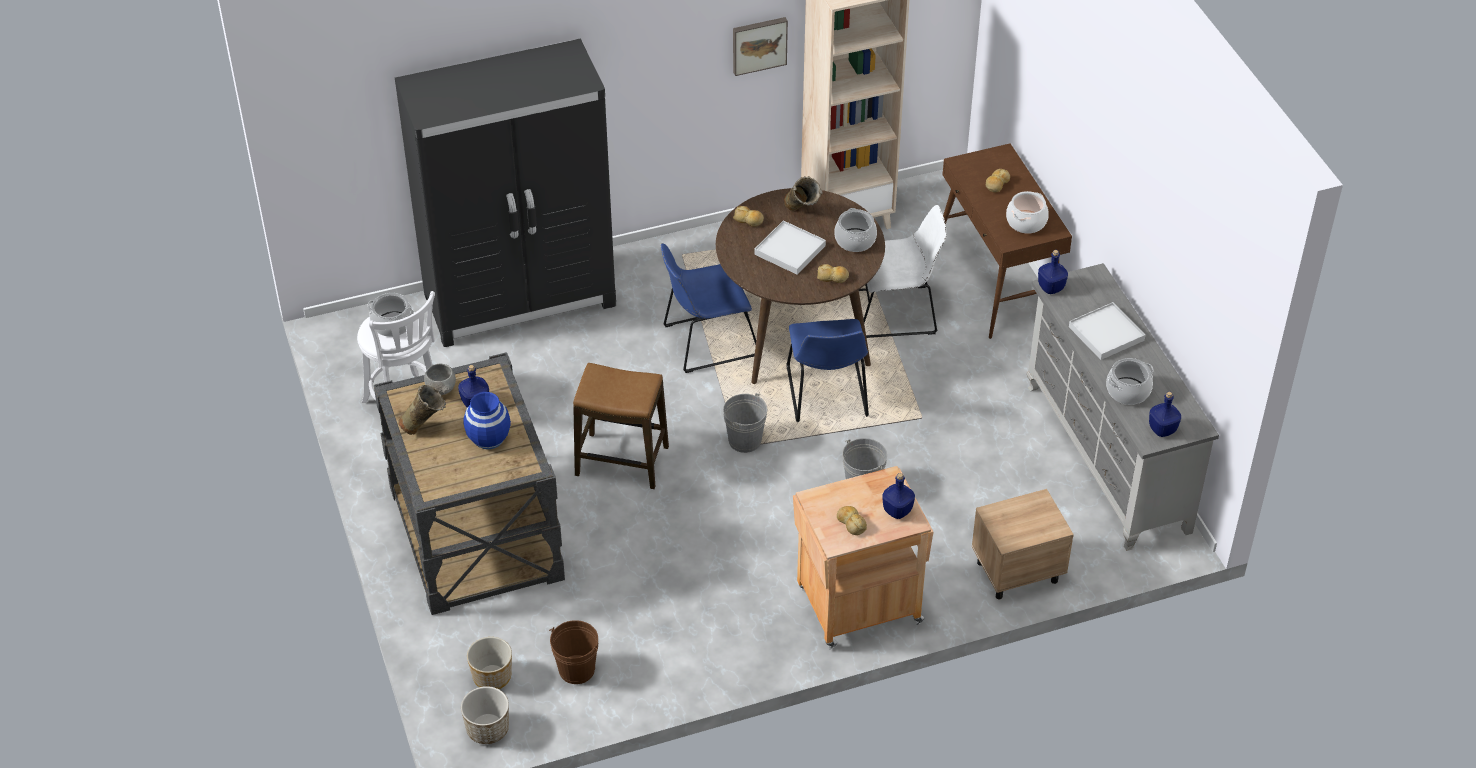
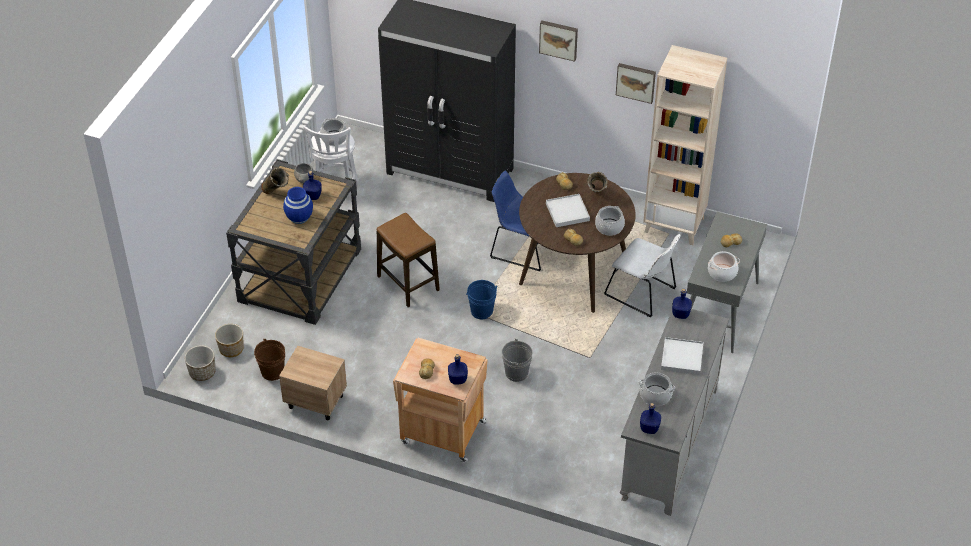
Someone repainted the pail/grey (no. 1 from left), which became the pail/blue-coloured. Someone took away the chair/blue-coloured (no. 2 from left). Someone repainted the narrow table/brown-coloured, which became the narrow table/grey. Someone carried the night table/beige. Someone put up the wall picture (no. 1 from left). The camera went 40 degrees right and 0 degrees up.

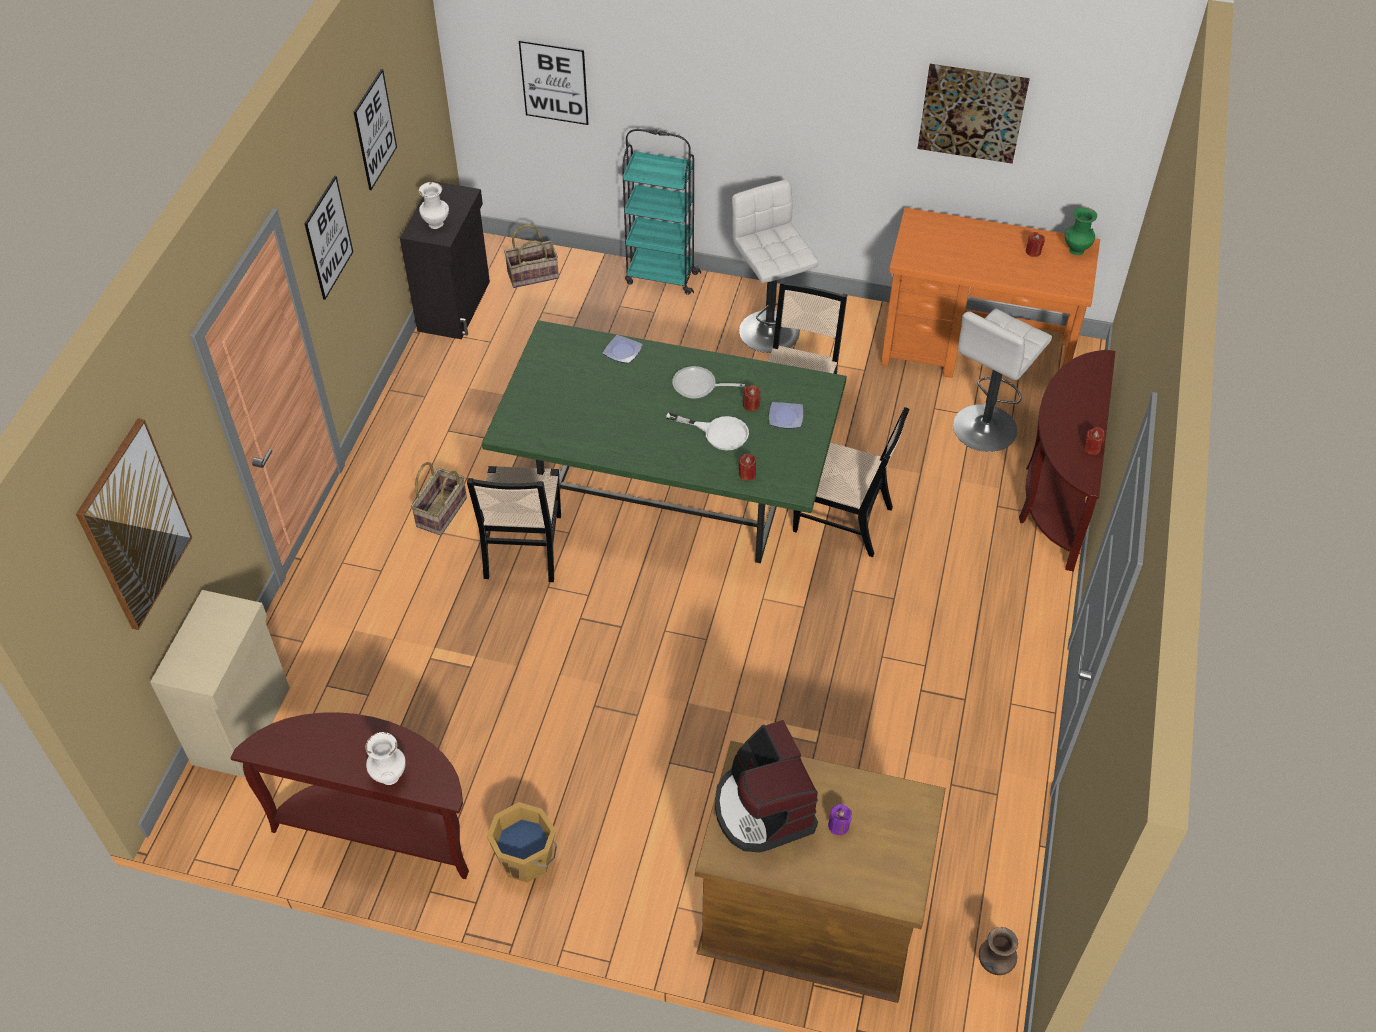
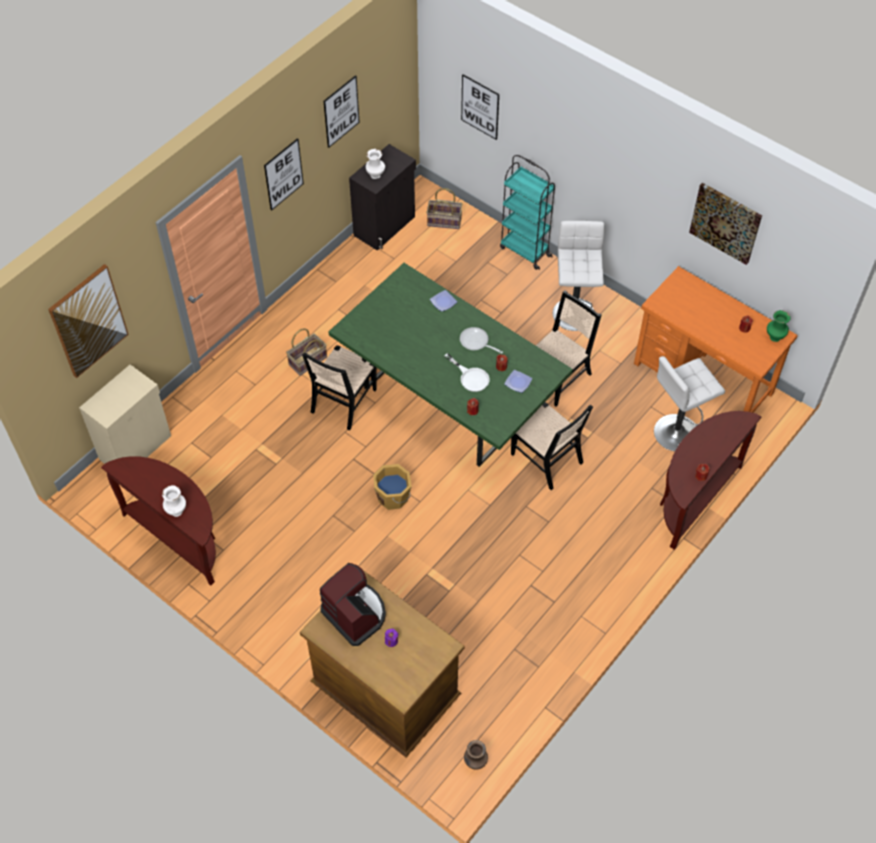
Someone carried the pail/orangey. Someone rotated the coffee brewer by 135 degrees clockwise. The camera went 25 degrees right and 5 degrees up.

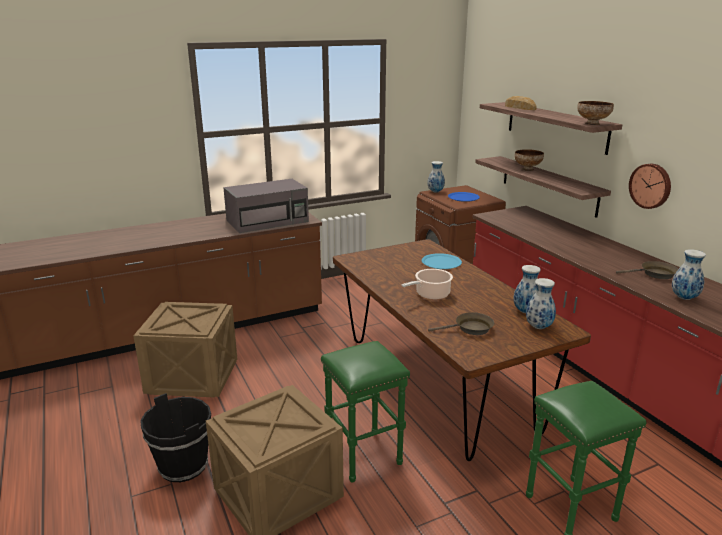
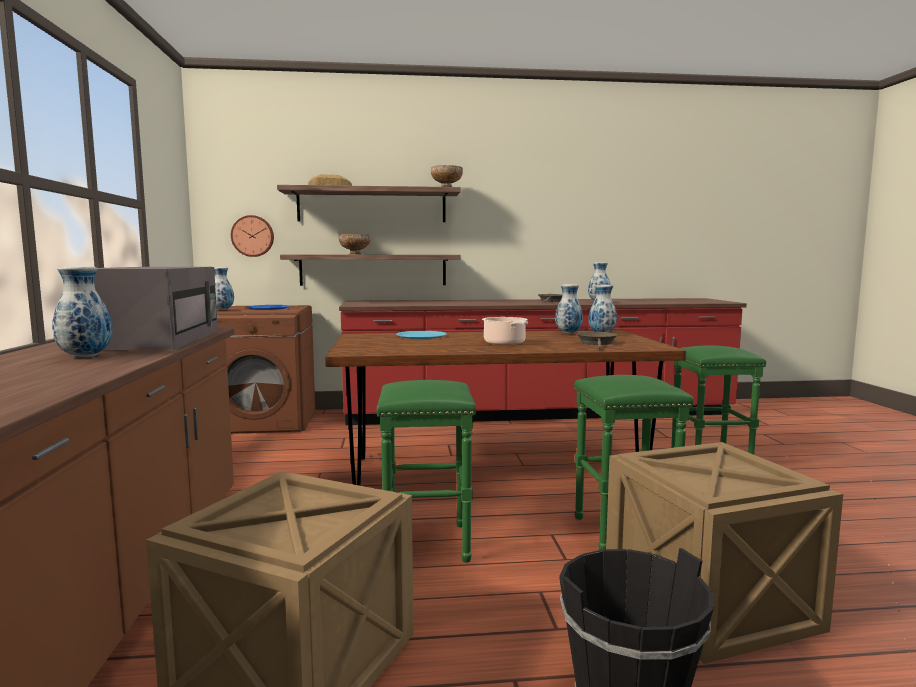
Someone carried the wall clock. Someone put down the decorative vase (no. 1 from left). Someone put down the stool seat/greenish (no. 1 from left). The camera went 70 degrees left and 15 degrees down.

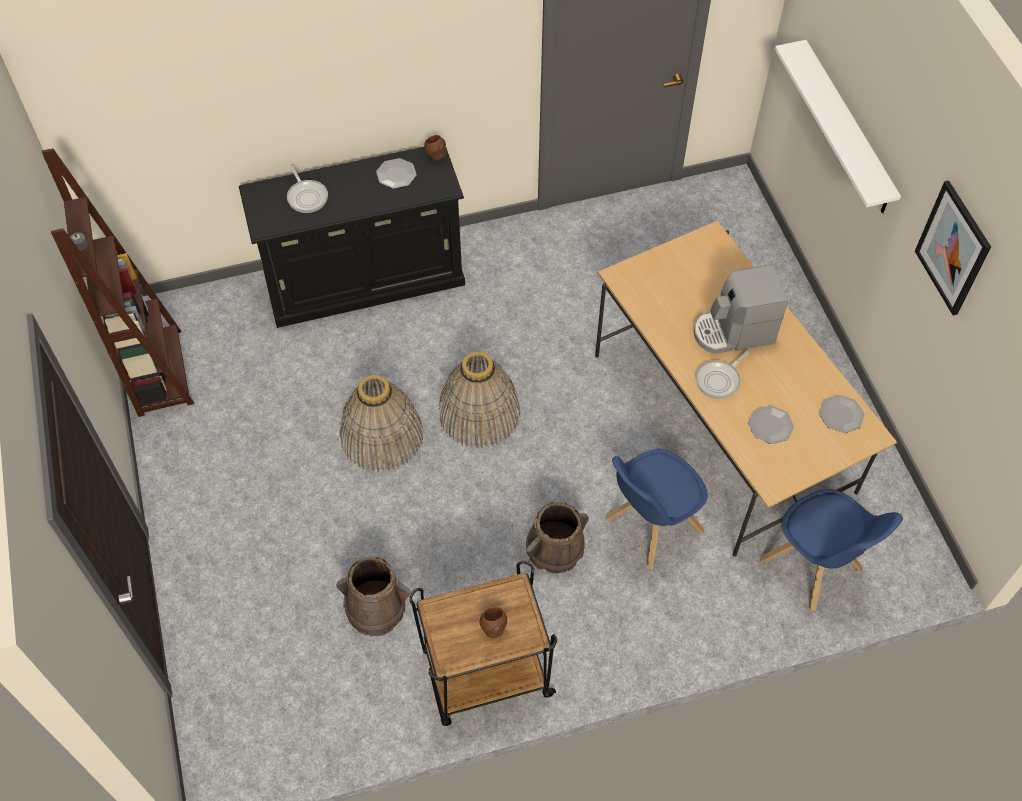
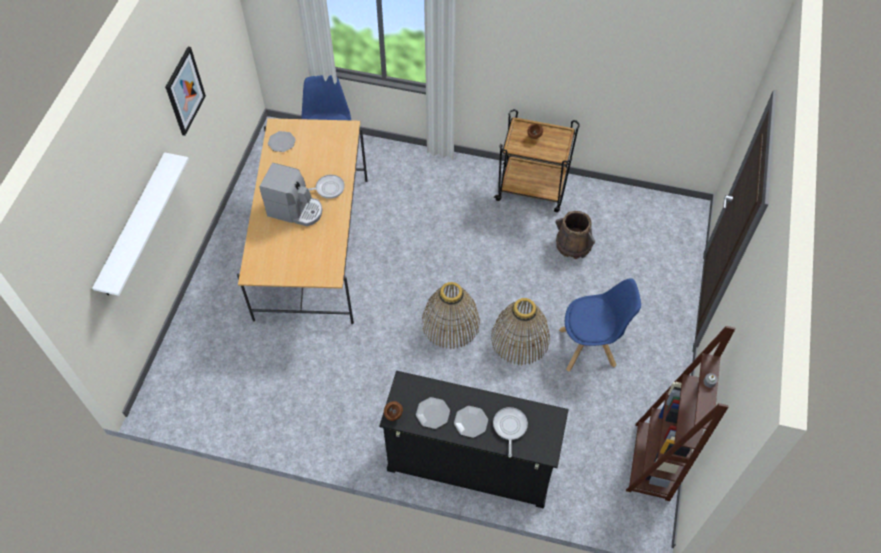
Someone took away the pail/brown-coloured (no. 2 from left). Someone carried the chair/blue-coloured (no. 1 from left in the first image). Someone carried the dinner plate (no. 2 from left in the first image). The camera went 150 degrees left and 0 degrees up.

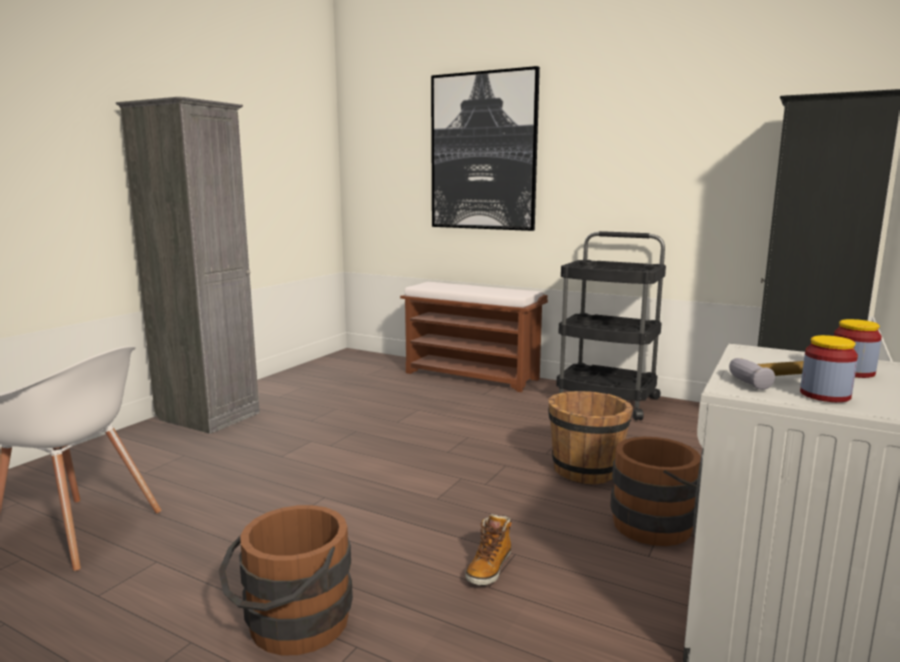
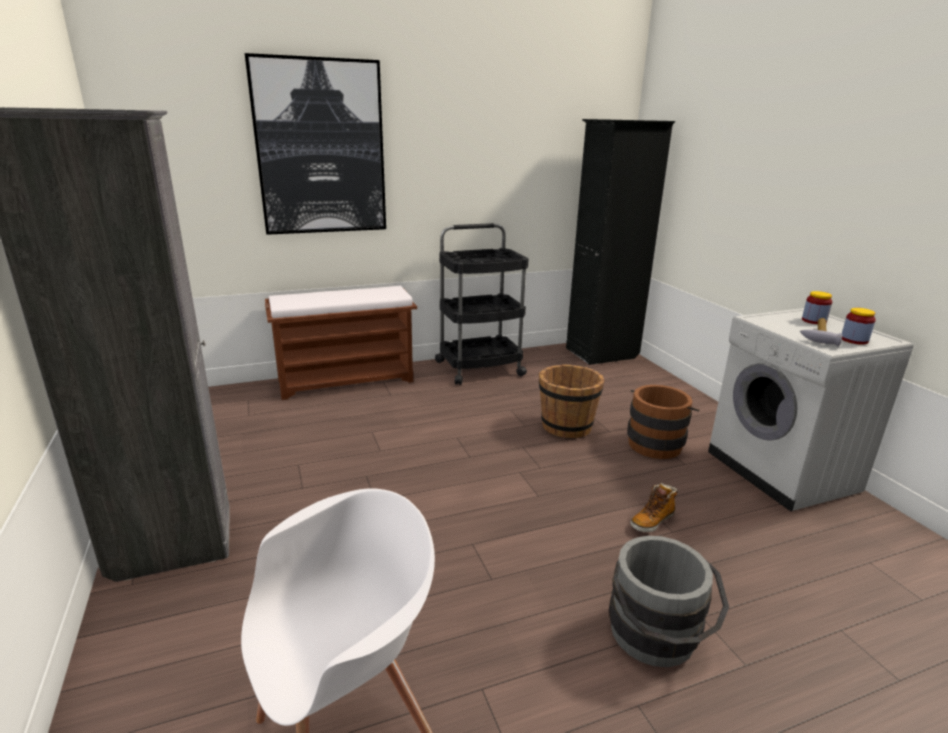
Someone repainted the pail/brown-coloured (no. 1 from left), which became the pail/grey. Someone rotated the tall boot by 75 degrees clockwise. The camera went 50 degrees left and 10 degrees up.

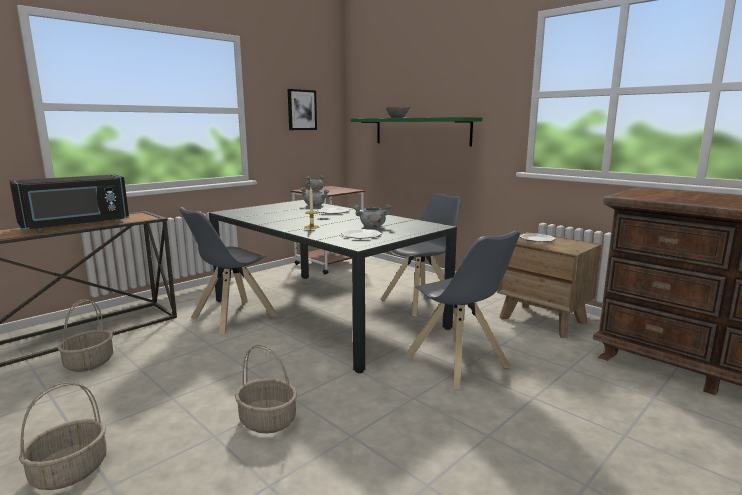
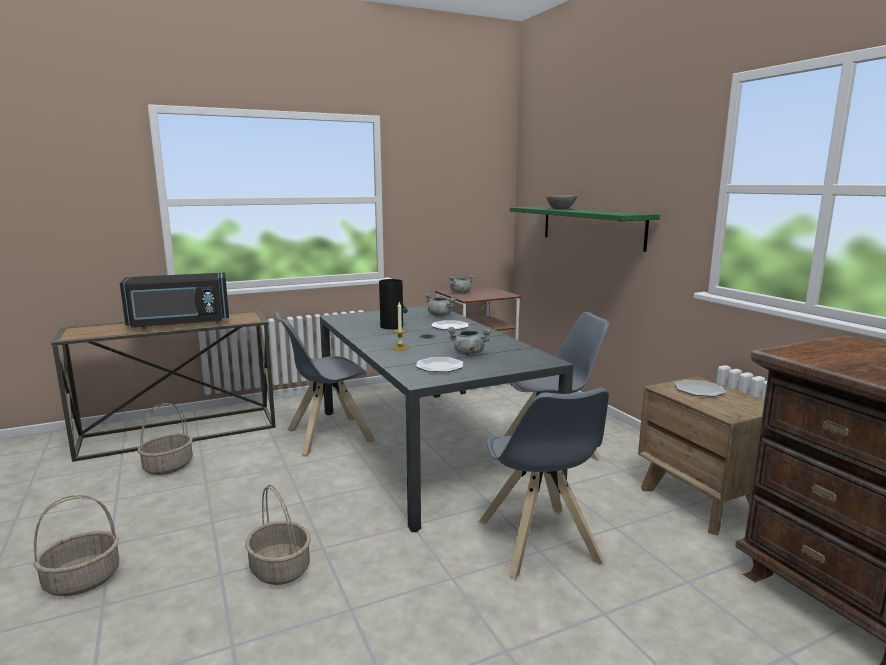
Someone took away the wall picture. Someone put down the decorative vase. The camera went 20 degrees right and 0 degrees up.

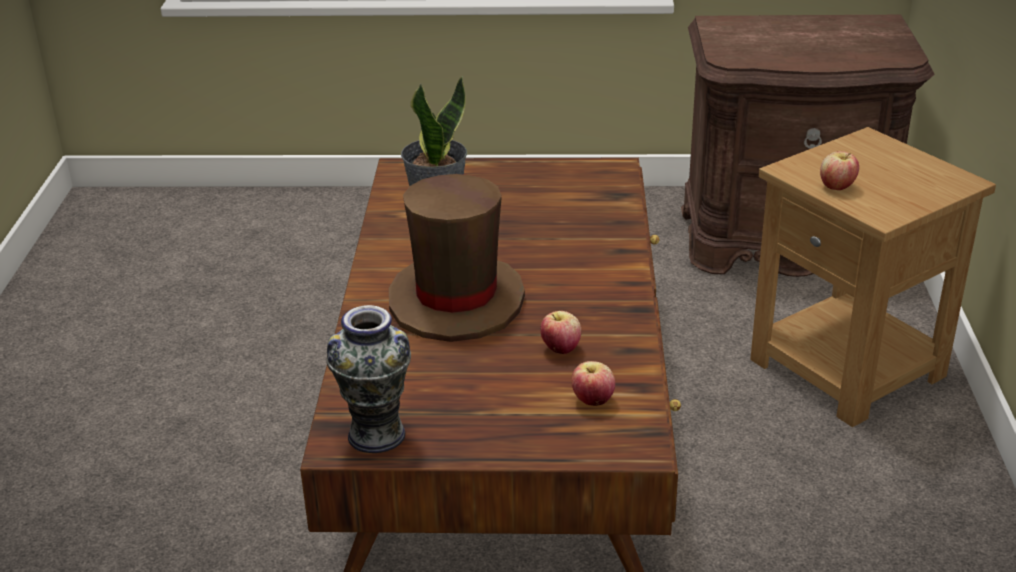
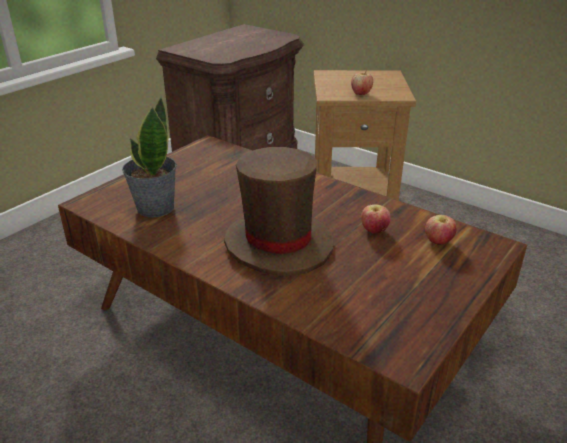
Someone took away the decorative vase. The camera went 55 degrees left and 0 degrees up.

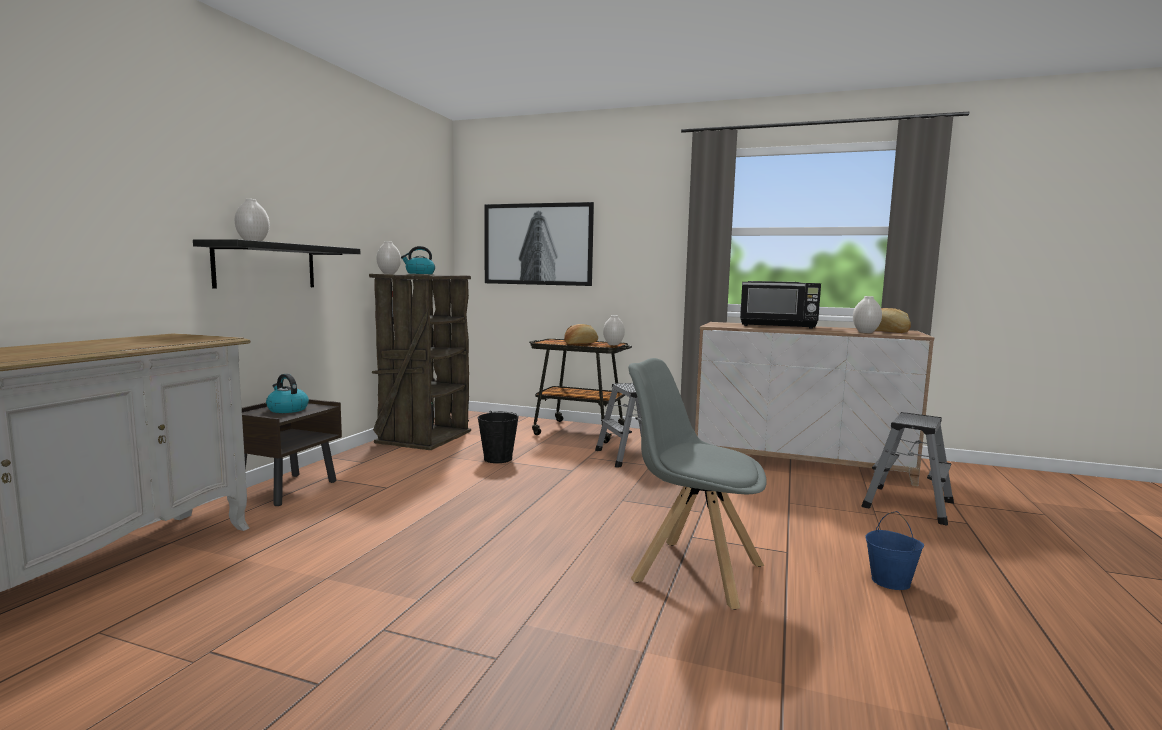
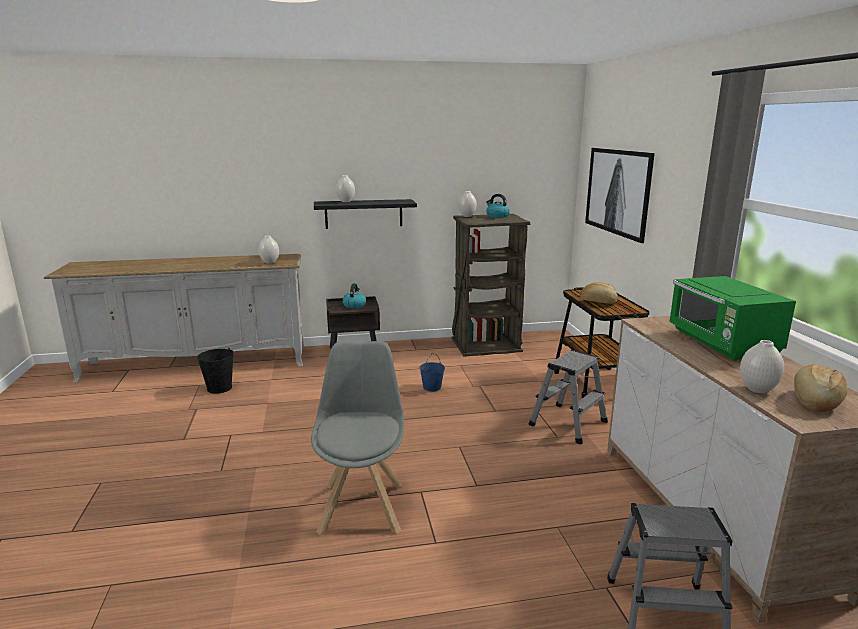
Someone carried the pail/black-coloured. Someone carried the decorative vase/white-coloured (no. 3 from left in the first image). Someone repainted the kitchen microwave/black-coloured, which became the kitchen microwave/greenish. Someone carried the pail/blue-coloured. The camera went 60 degrees right and 10 degrees up.

